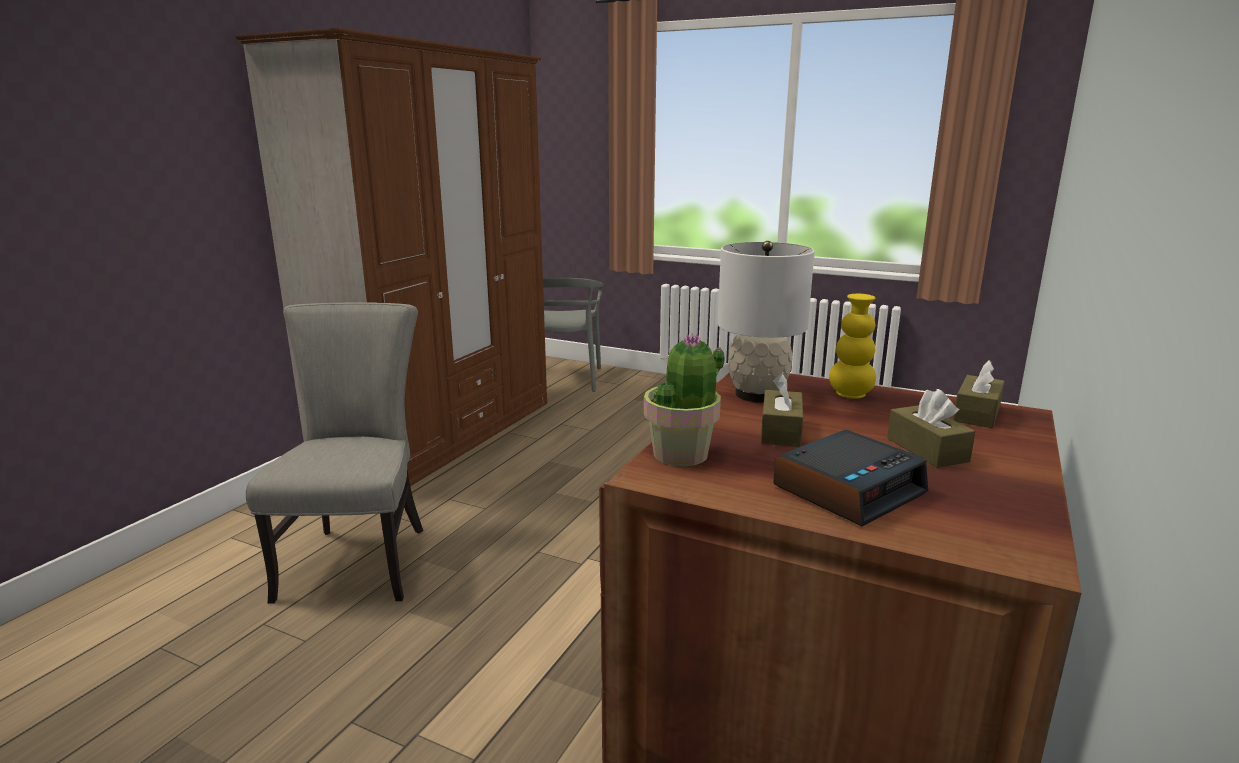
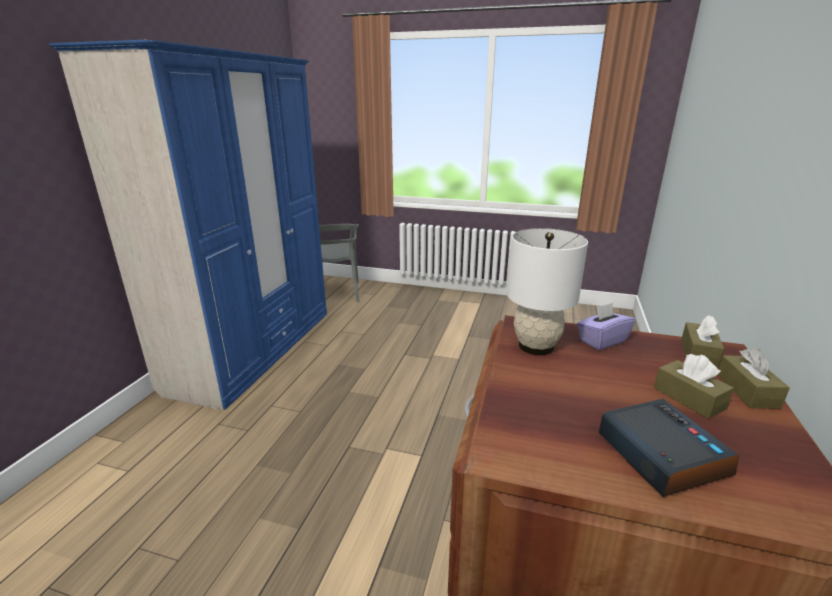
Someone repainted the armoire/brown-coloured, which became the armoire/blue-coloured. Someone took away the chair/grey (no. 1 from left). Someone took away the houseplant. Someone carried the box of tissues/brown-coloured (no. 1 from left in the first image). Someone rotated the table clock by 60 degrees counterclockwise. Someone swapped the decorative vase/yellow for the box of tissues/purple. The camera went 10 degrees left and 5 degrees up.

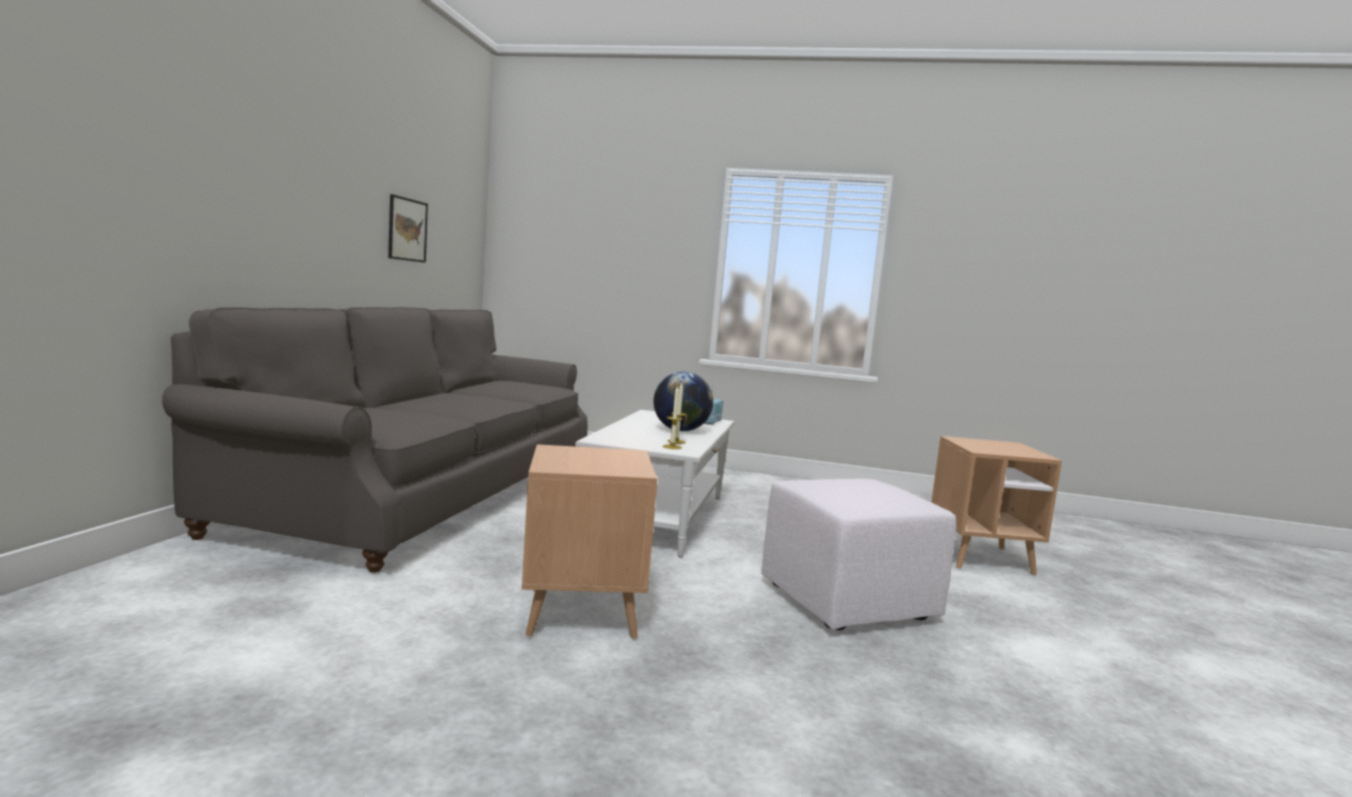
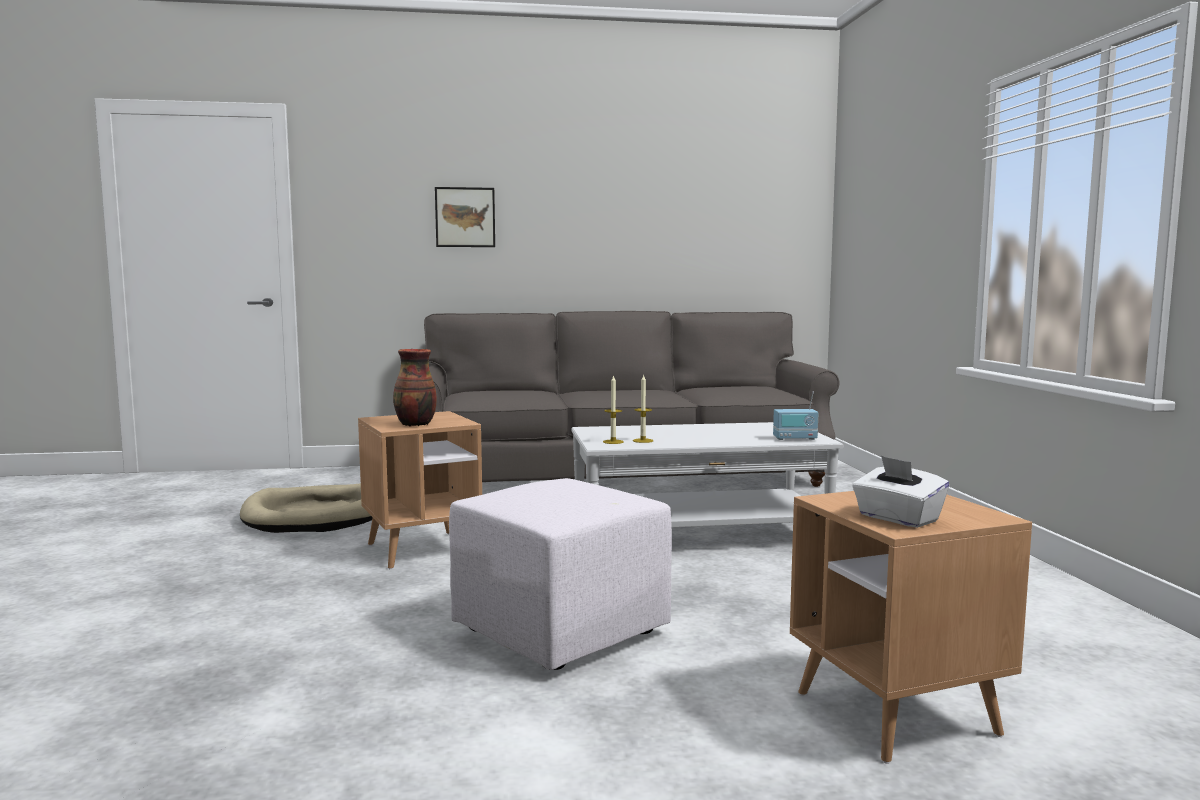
Someone carried the wall picture. Someone took away the desk globe. Someone put down the pet bed/beige. Someone put down the decorative vase. Someone put down the box of tissues/white-coloured. The camera went 70 degrees right and 0 degrees up.

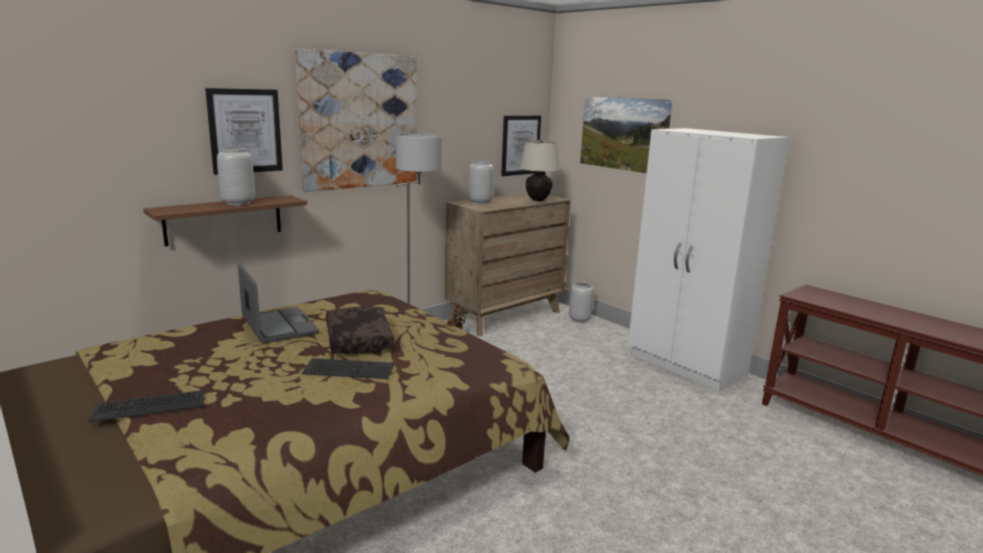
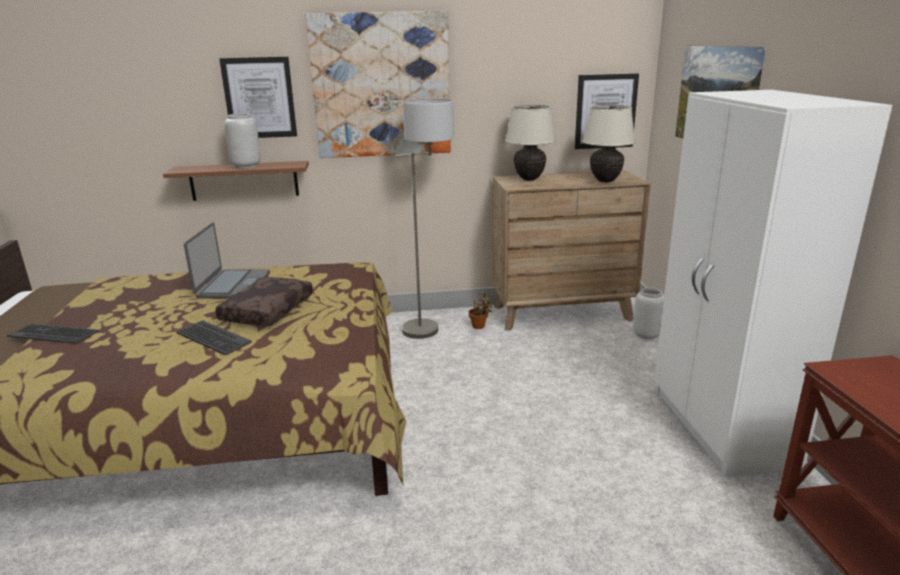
Someone swapped the decorative vase/grey (no. 2 from left) for the table lamp/beige (no. 1 from left). The camera went 35 degrees right and 5 degrees up.

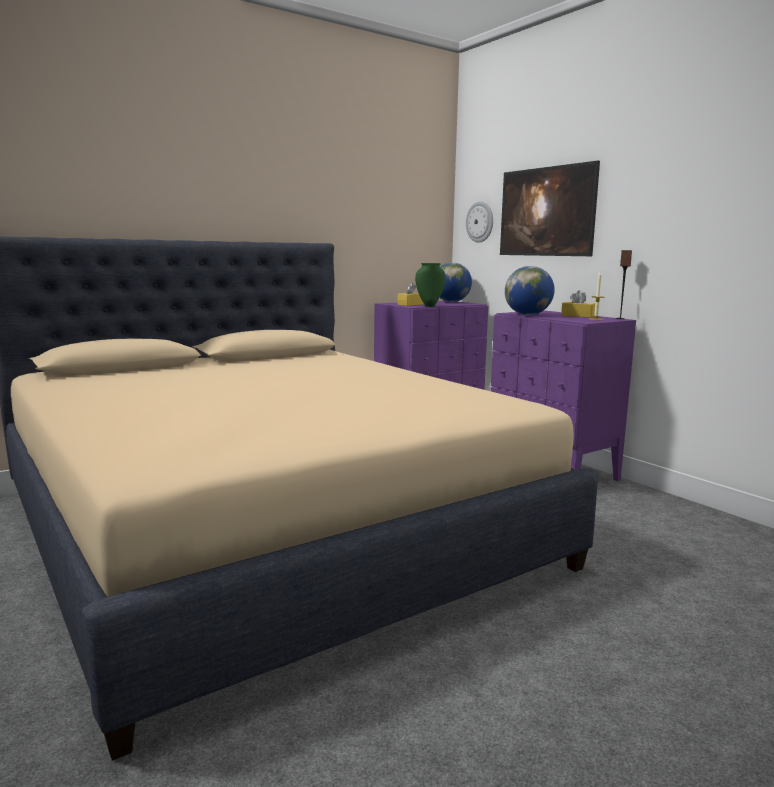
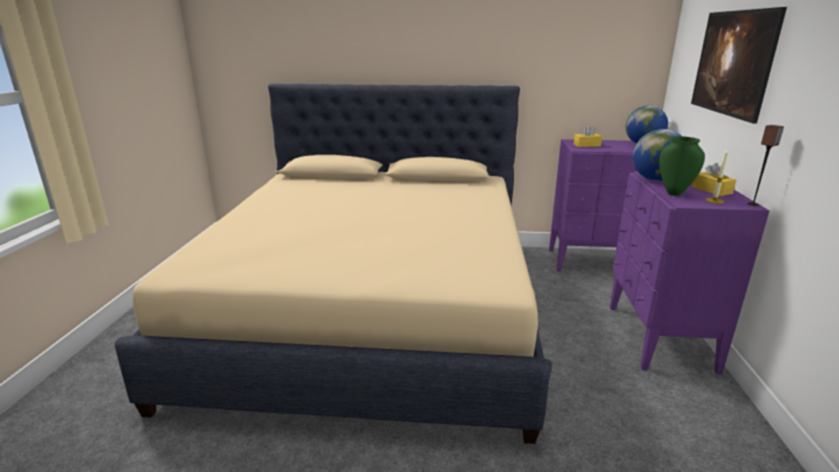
Someone carried the decorative vase/greenish. Someone took away the wall clock. The camera went 40 degrees right and 10 degrees up.

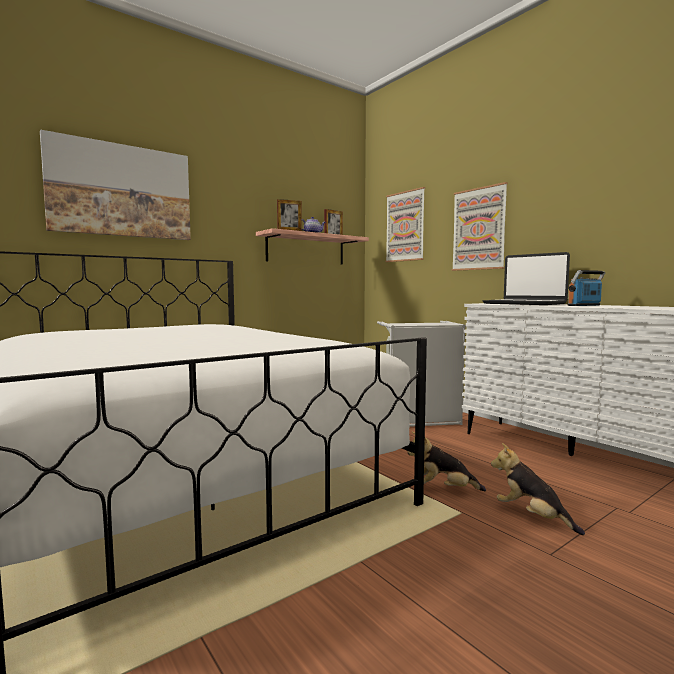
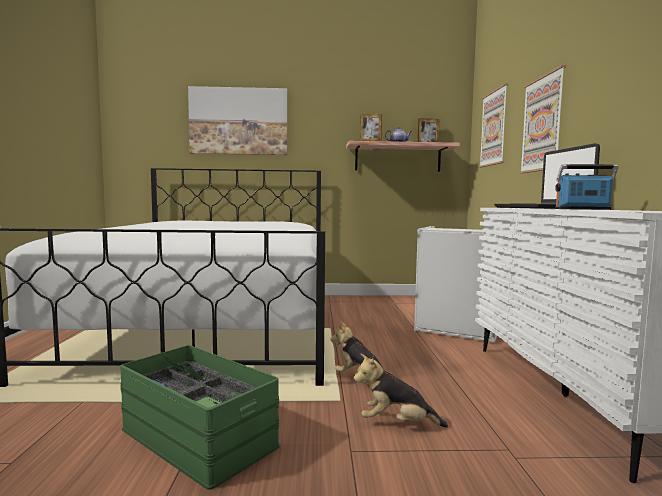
Someone rotated the soft toy (no. 2 from left) by 75 degrees counterclockwise. Someone put down the storage box/greenish. The camera went 35 degrees right and 0 degrees up.

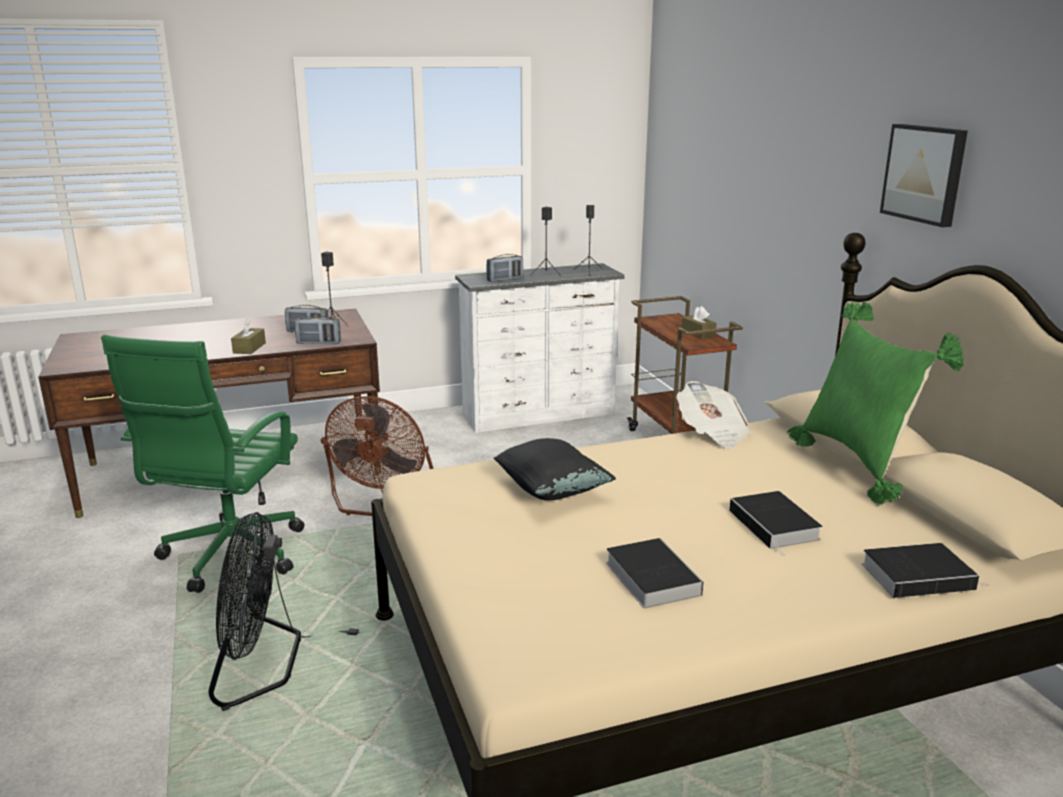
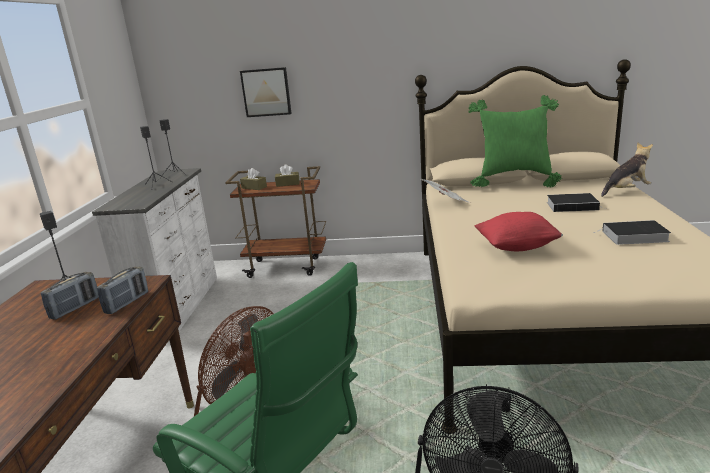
Someone carried the box of tissues/brown-coloured (no. 1 from left). Someone took away the radio (no. 3 from left). Someone repainted the throw pillow/black-coloured, which became the throw pillow/reddish. Someone swapped the book (no. 3 from left) for the soft toy. Someone carried the wall picture. The camera went 65 degrees left and 0 degrees up.

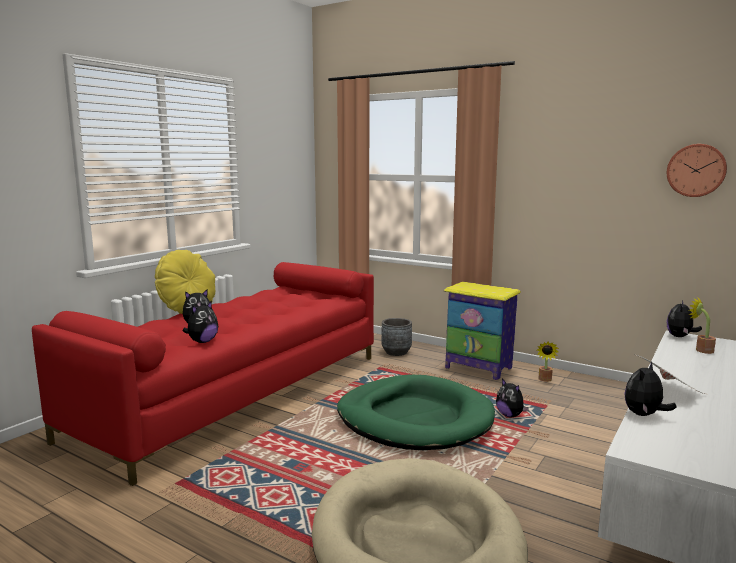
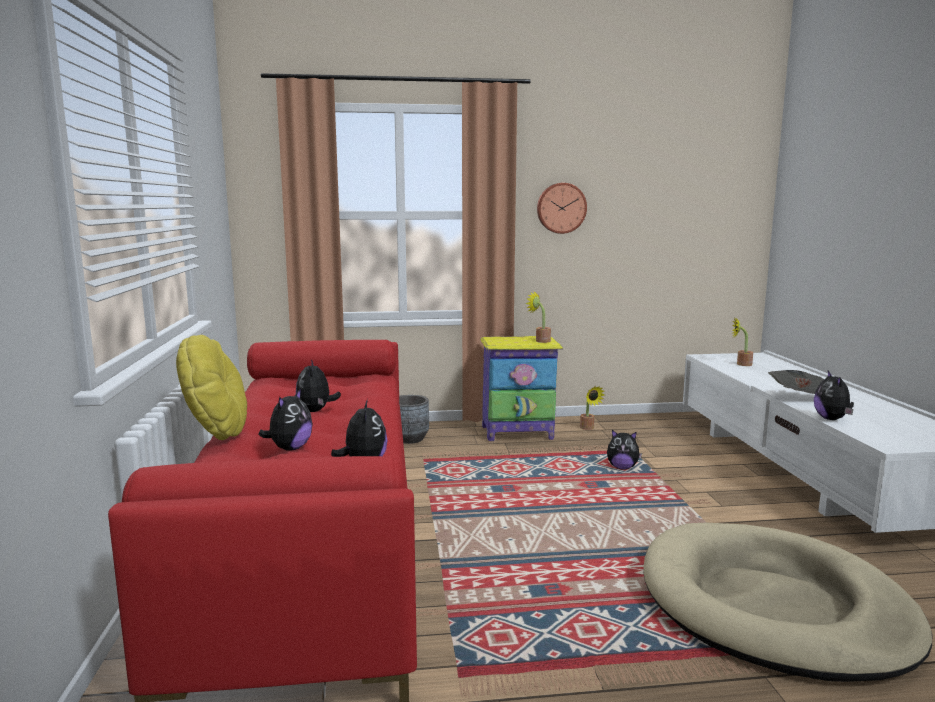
Someone took away the pet bed/greenish. Someone carried the soft toy (no. 5 from left in the first image). Someone carried the wall clock. Someone put down the houseplant (no. 1 from left). The camera went 40 degrees left and 0 degrees up.

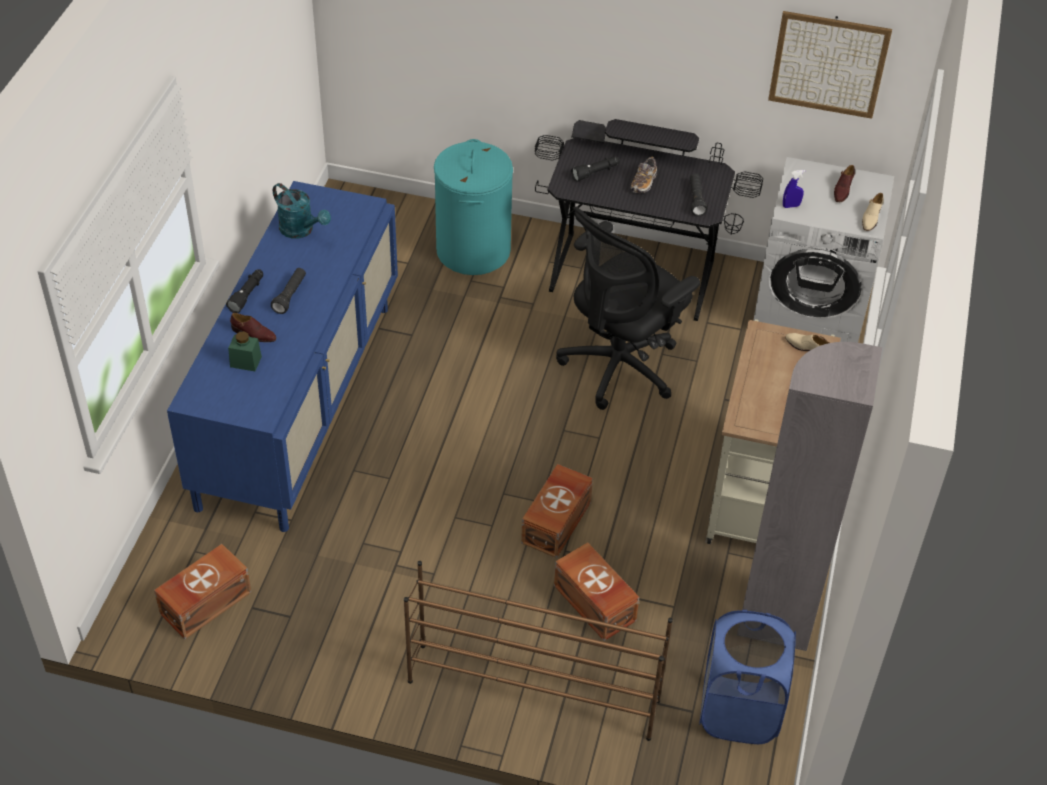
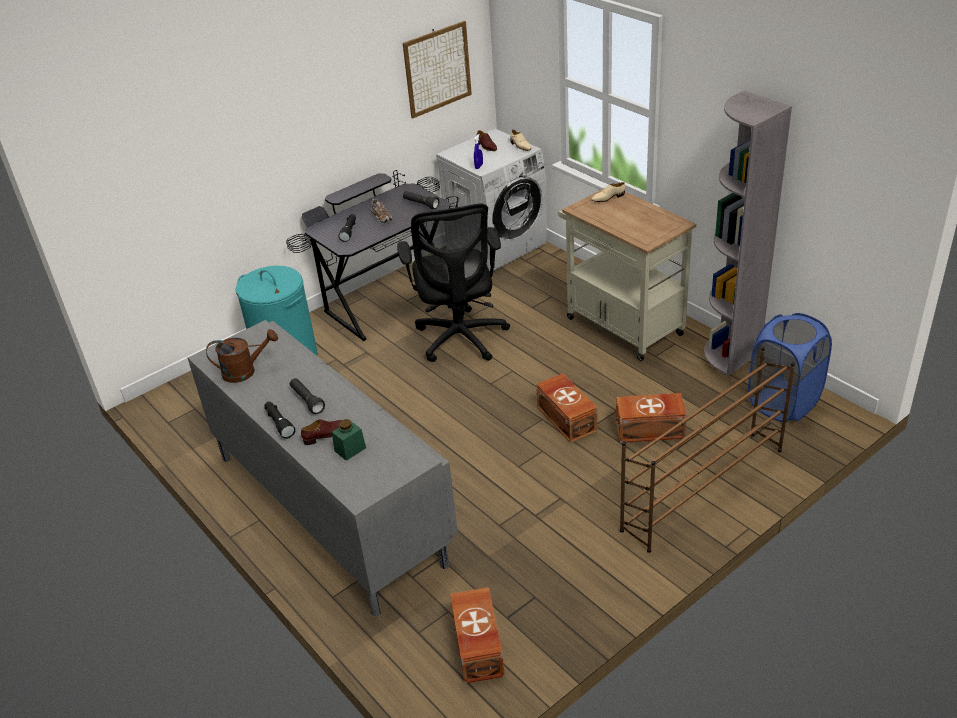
Someone repainted the cabinet/blue-coloured, which became the cabinet/grey. Someone repainted the watering pot/turquoise-coloured, which became the watering pot/brown-coloured. The camera went 50 degrees left and 10 degrees down.

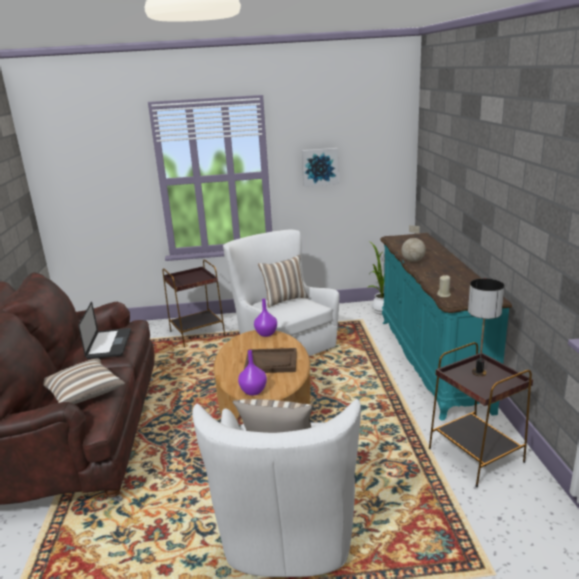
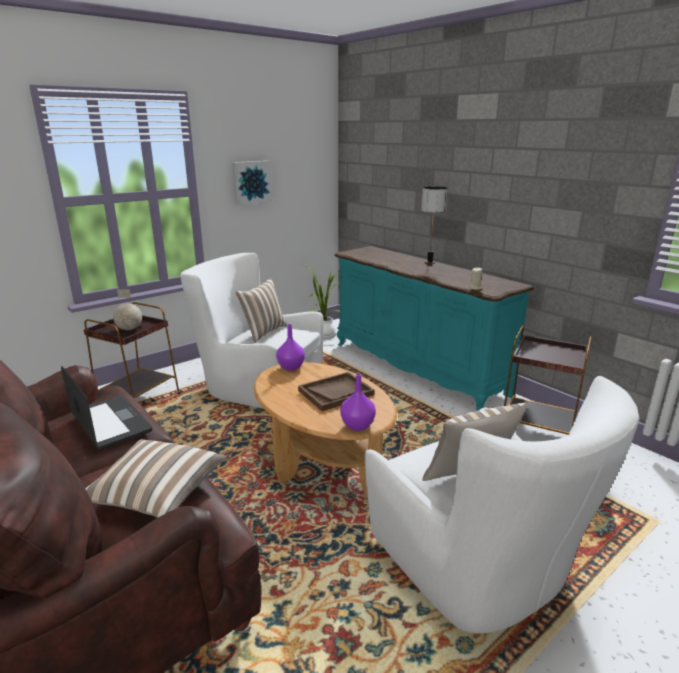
Someone carried the desk globe. Someone carried the table lamp. The camera went 35 degrees left and 0 degrees up.

